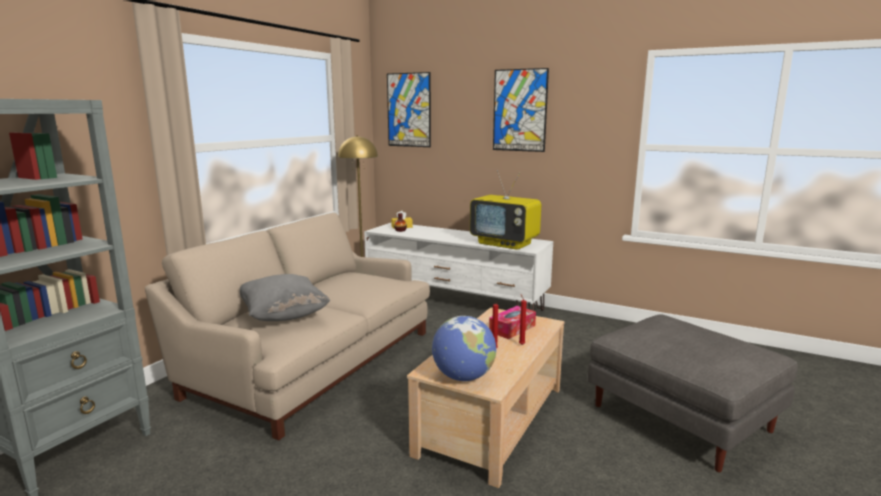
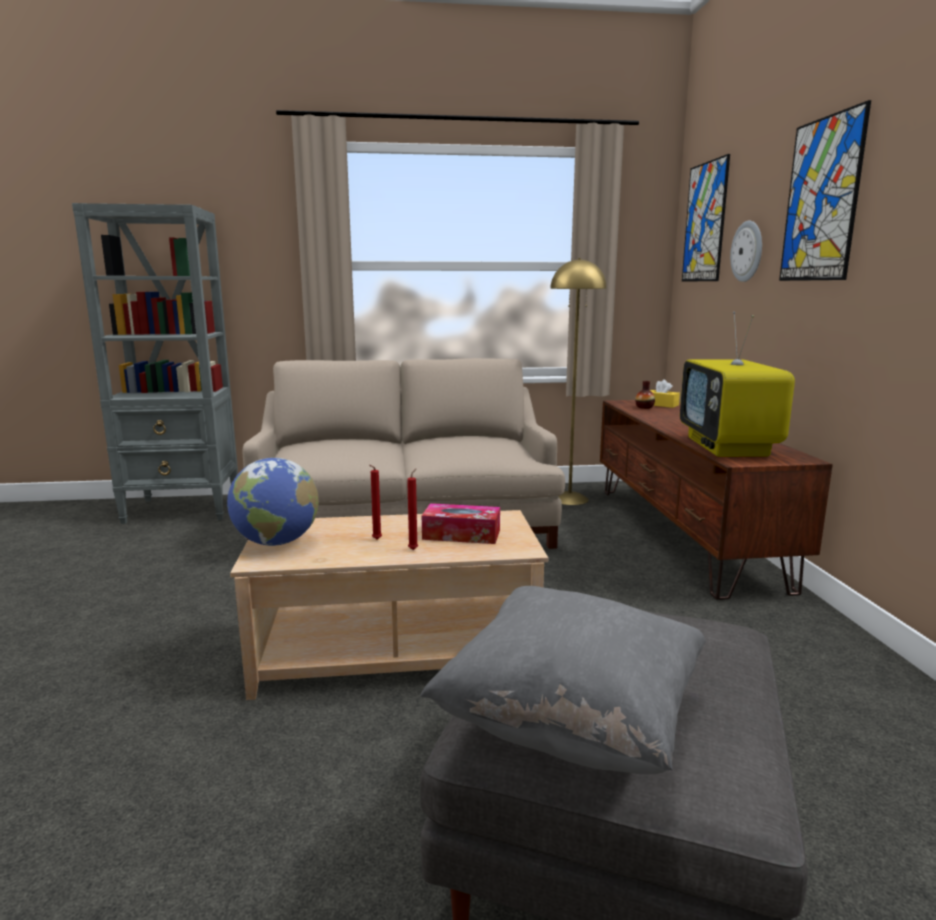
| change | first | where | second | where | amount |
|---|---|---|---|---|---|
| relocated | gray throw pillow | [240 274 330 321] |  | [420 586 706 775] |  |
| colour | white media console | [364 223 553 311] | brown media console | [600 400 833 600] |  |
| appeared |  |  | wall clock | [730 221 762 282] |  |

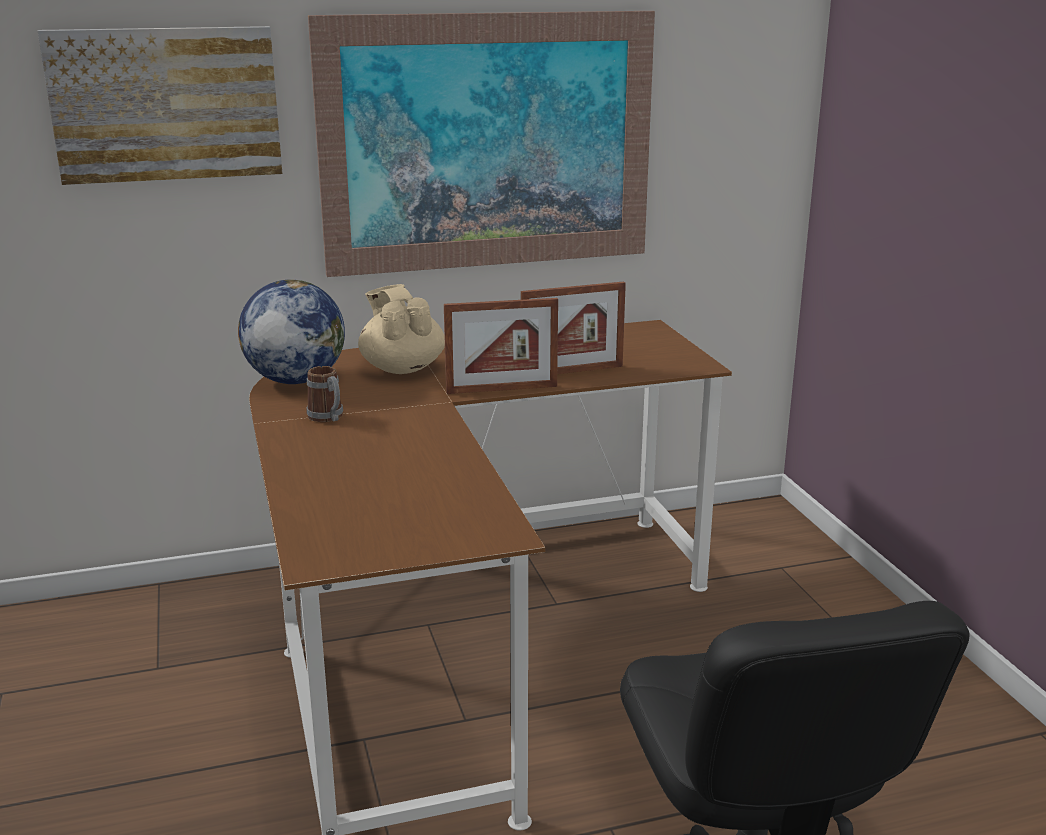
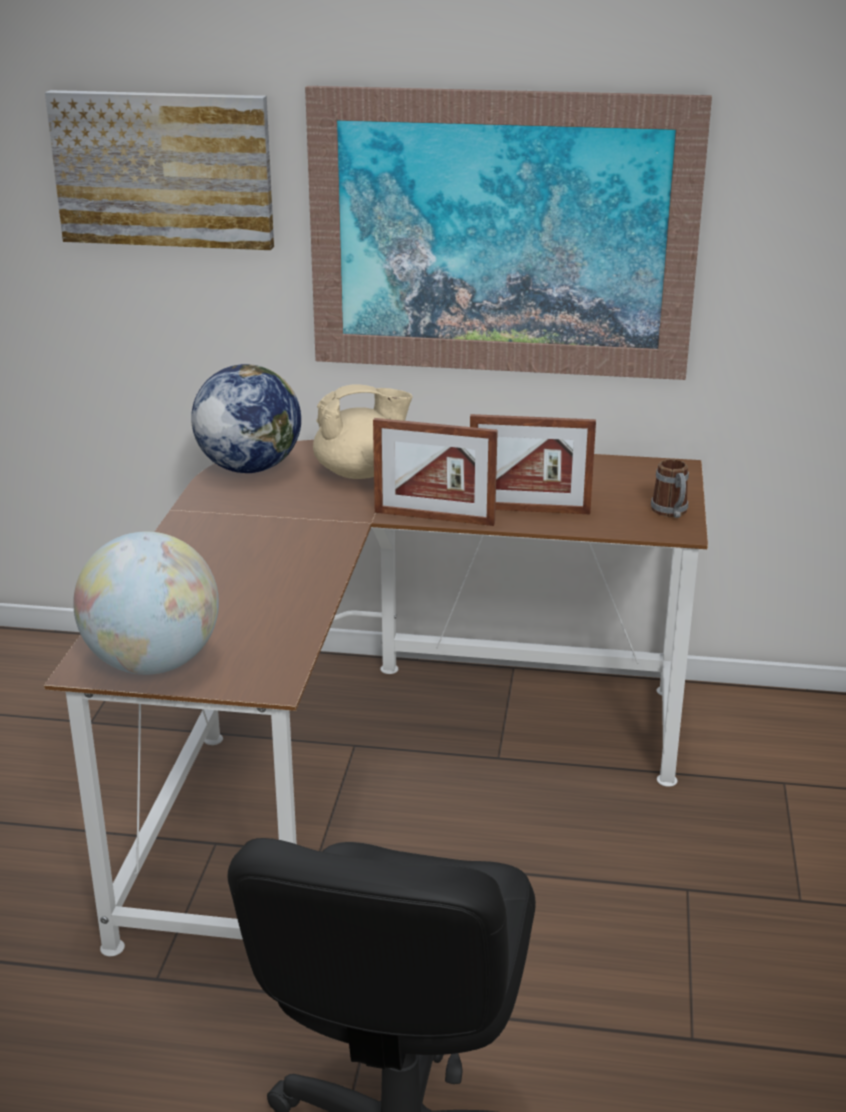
| change | first | where | second | where | amount |
|---|---|---|---|---|---|
| appeared |  |  | globe | [73 531 219 675] |  |
| spun | sand-coloured pot for tea | [358 284 445 374] |  | [313 384 413 479] | 75 degrees clockwise |
| relocated | mug | [307 366 343 422] |  | [651 459 689 518] |  |

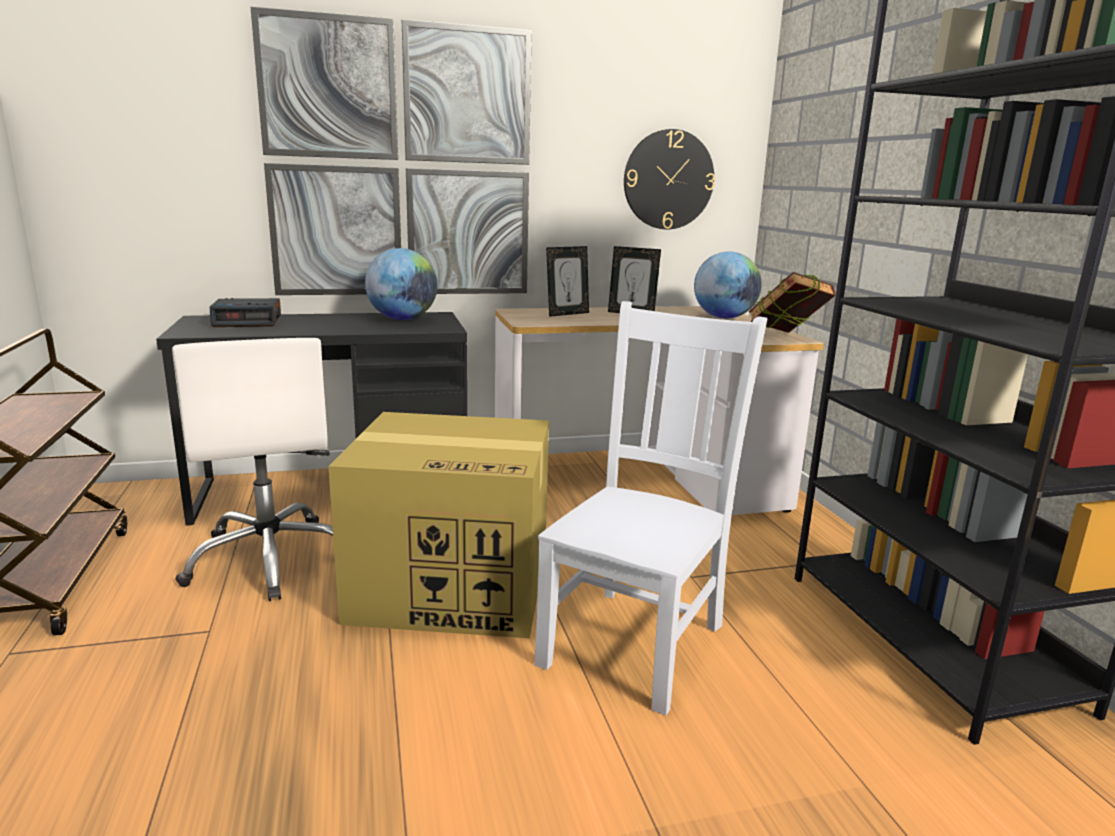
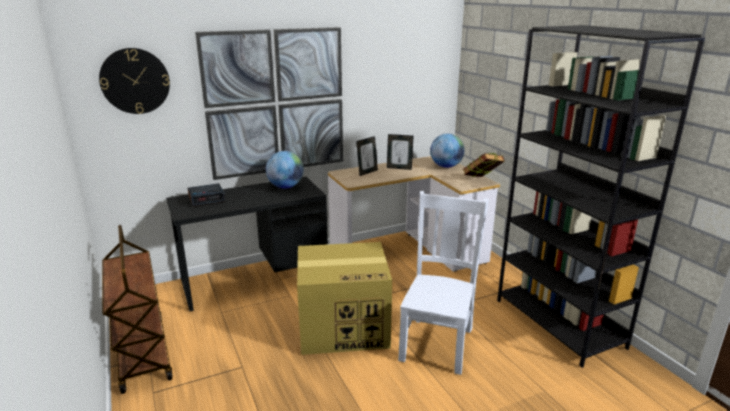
| change | first | where | second | where | amount |
|---|---|---|---|---|---|
| relocated | wall clock | [624 129 715 229] |  | [99 48 170 114] |  |
| missing | white office chair | [172 338 333 601] |  |  |  |

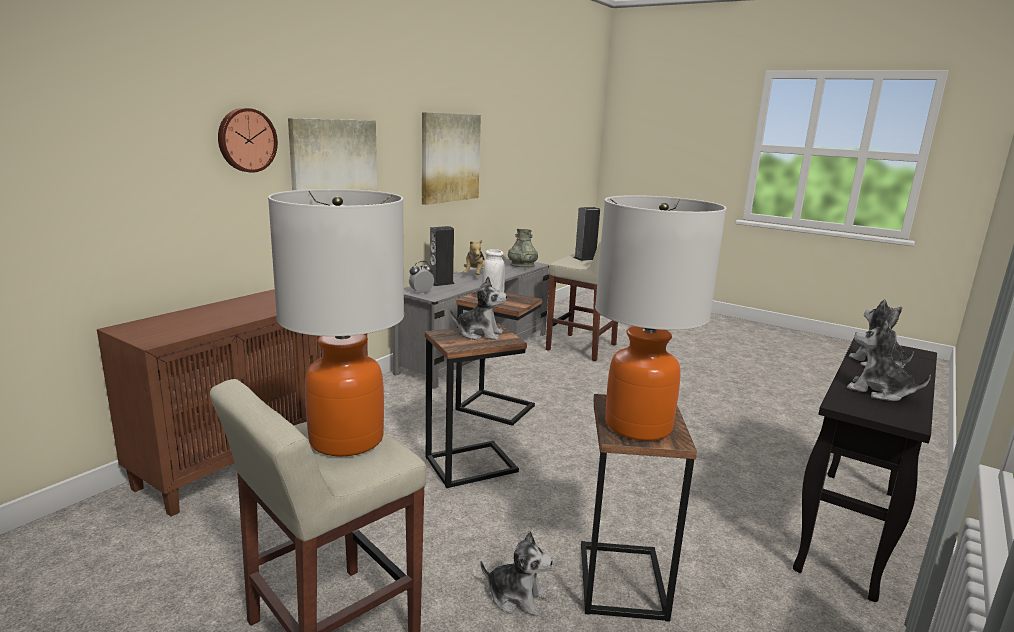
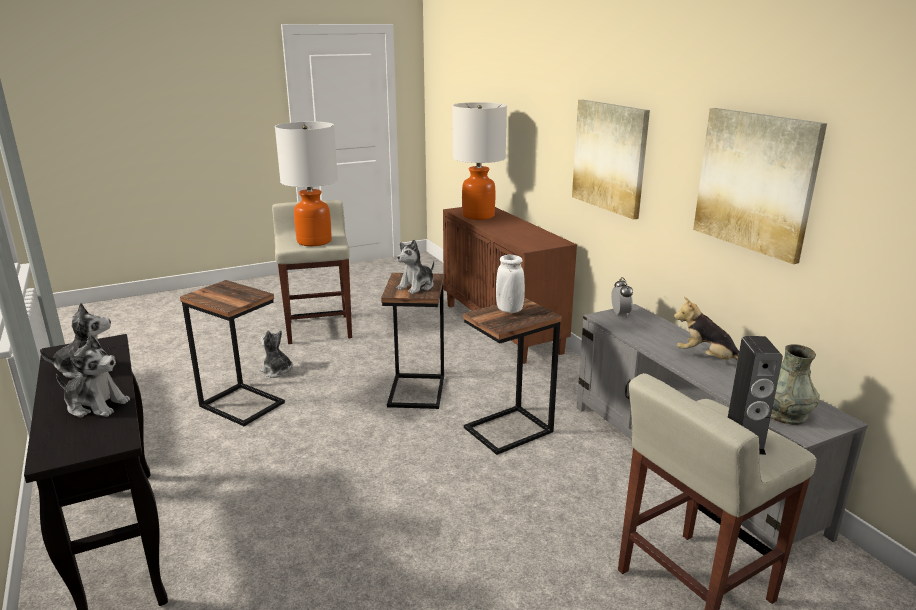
| change | first | where | second | where | amount |
|---|---|---|---|---|---|
| spun | plush toy | [480 531 553 616] |  | [259 330 293 378] | 75 degrees clockwise |
| relocated | lamp for a table | [595 195 726 441] |  | [452 102 507 220] |  |
| missing | wall clock | [218 108 278 173] |  |  |  |
| missing | loudspeaker | [430 226 455 286] |  |  |  |

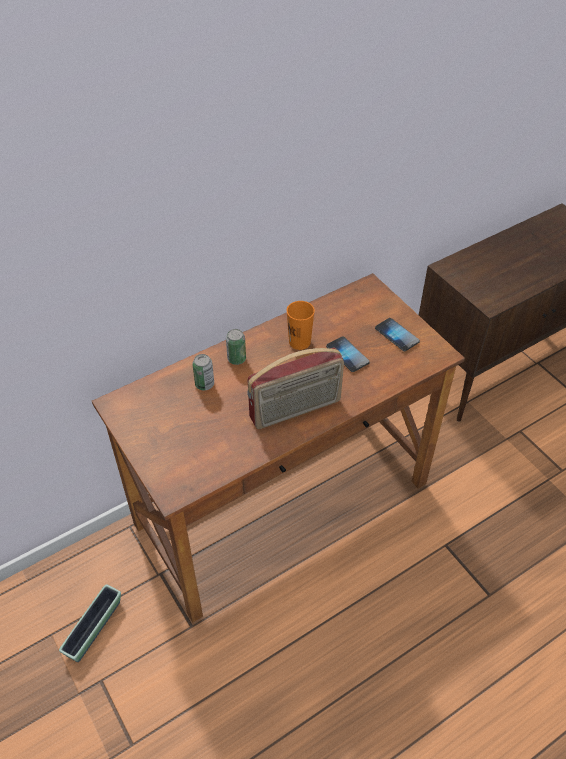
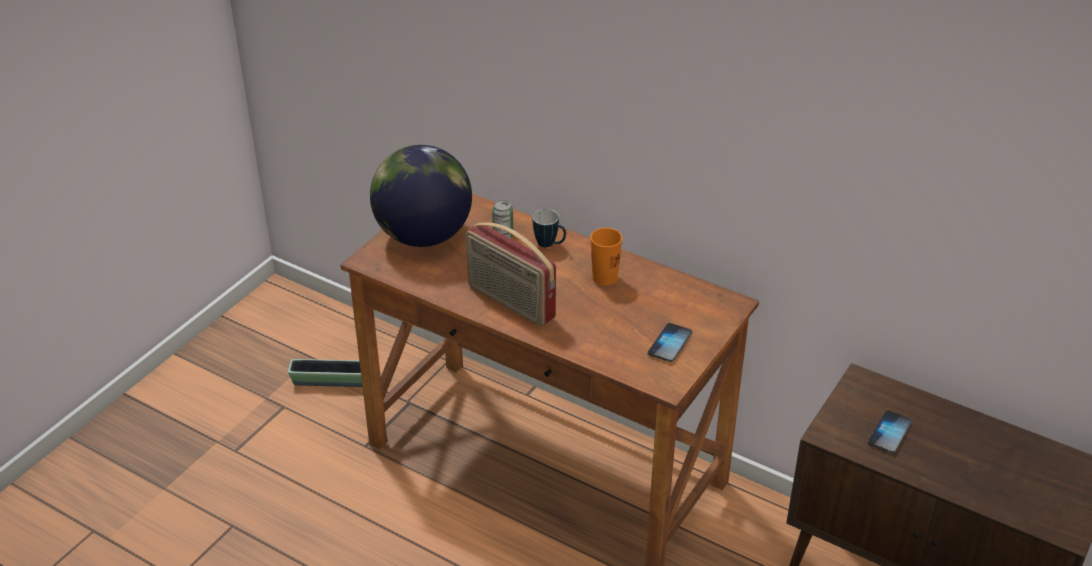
| change | first | where | second | where | amount |
|---|---|---|---|---|---|
| appeared |  |  | globe | [370 145 472 247] |  |
| exchanged | sealed can | [226 329 246 365] | mug | [532 209 566 248] |  |
| relocated | handset | [326 337 370 372] |  | [868 410 912 453] |  |

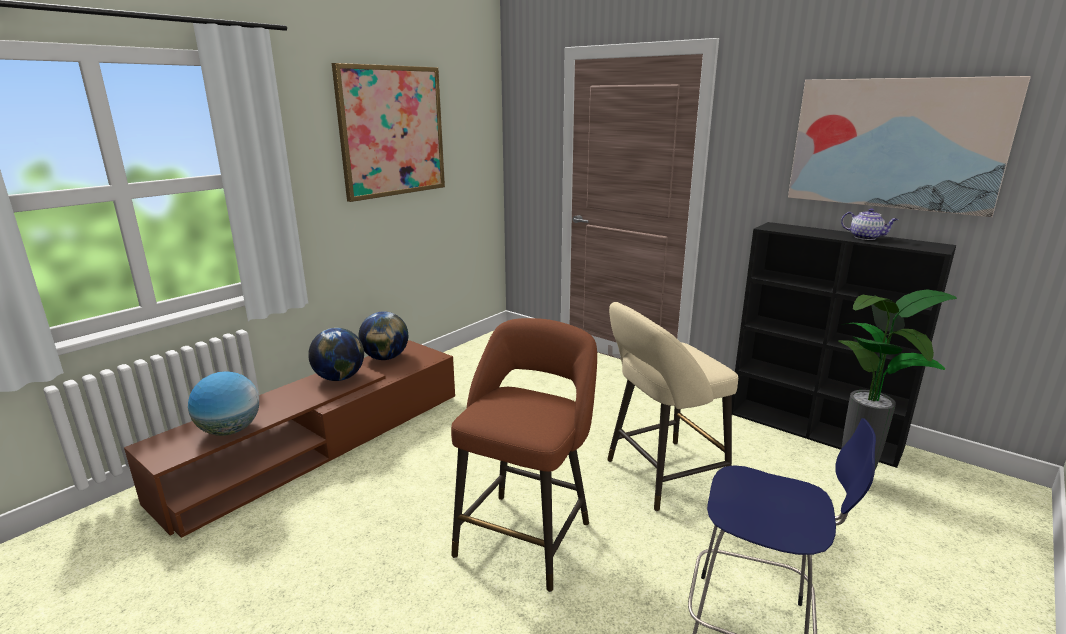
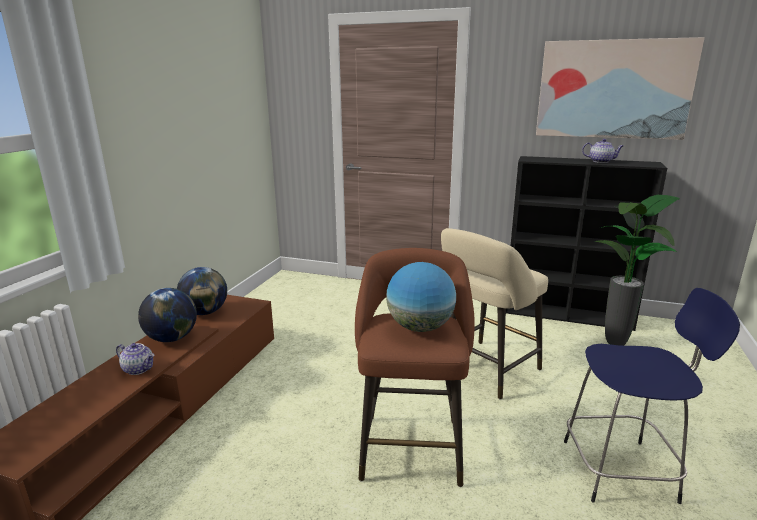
| change | first | where | second | where | amount |
|---|---|---|---|---|---|
| appeared |  |  | pot for tea | [116 343 155 375] |  |
| relocated | globe | [188 371 259 436] |  | [386 262 456 332] |  |
| missing | picture | [332 63 445 202] |  |  |  |

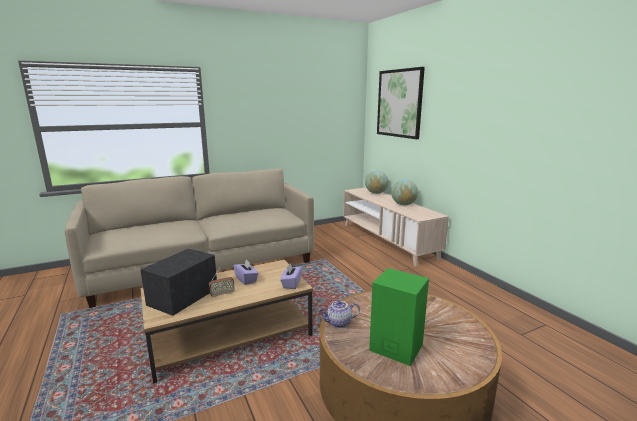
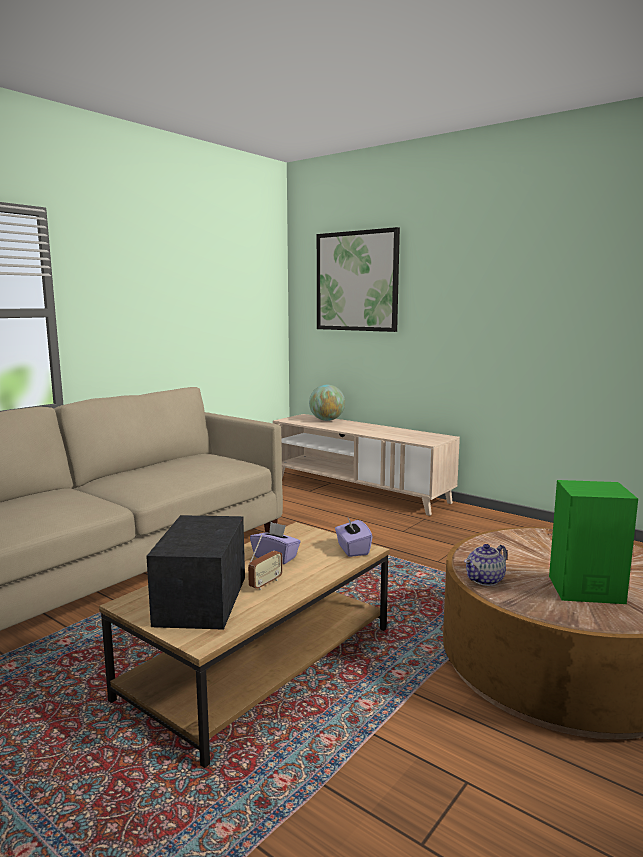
| change | first | where | second | where | amount |
|---|---|---|---|---|---|
| missing | globe | [391 179 418 205] |  |  |  |

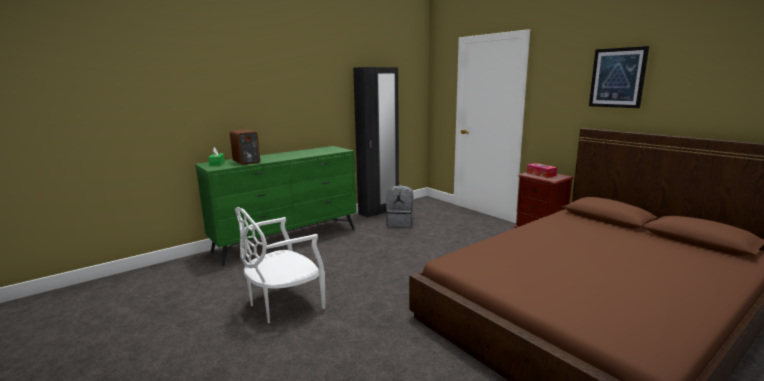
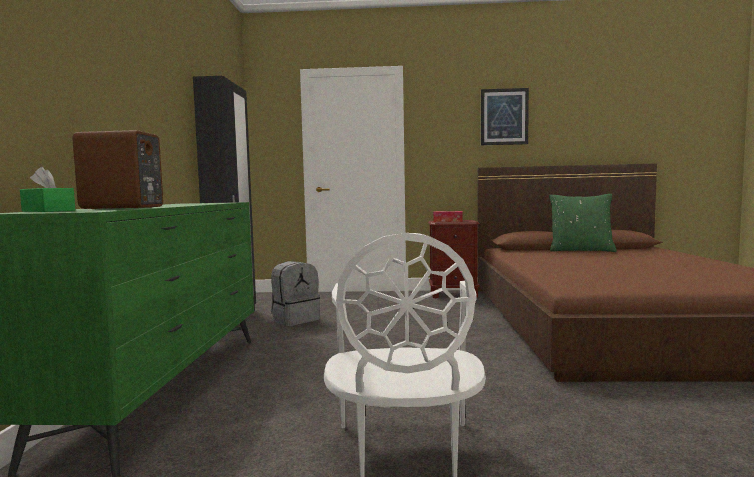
| change | first | where | second | where | amount |
|---|---|---|---|---|---|
| appeared |  |  | greenish throw pillow | [549 194 617 252] |  |

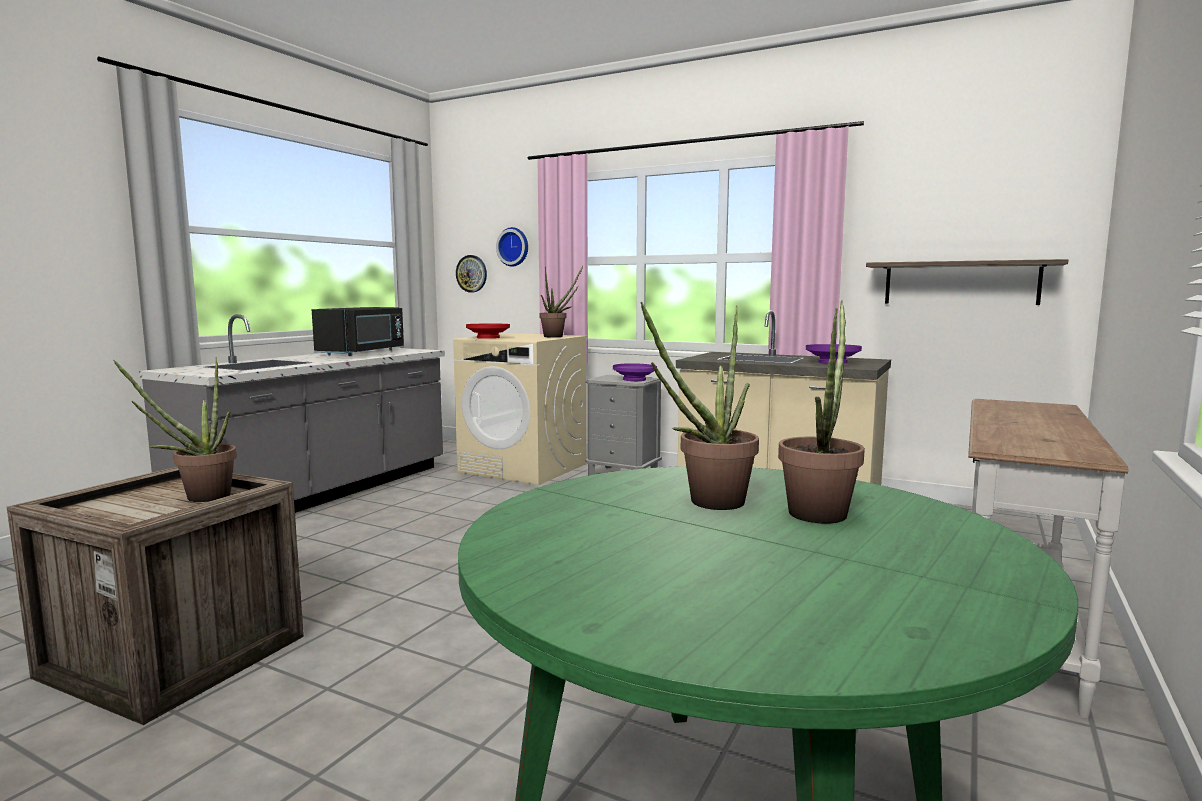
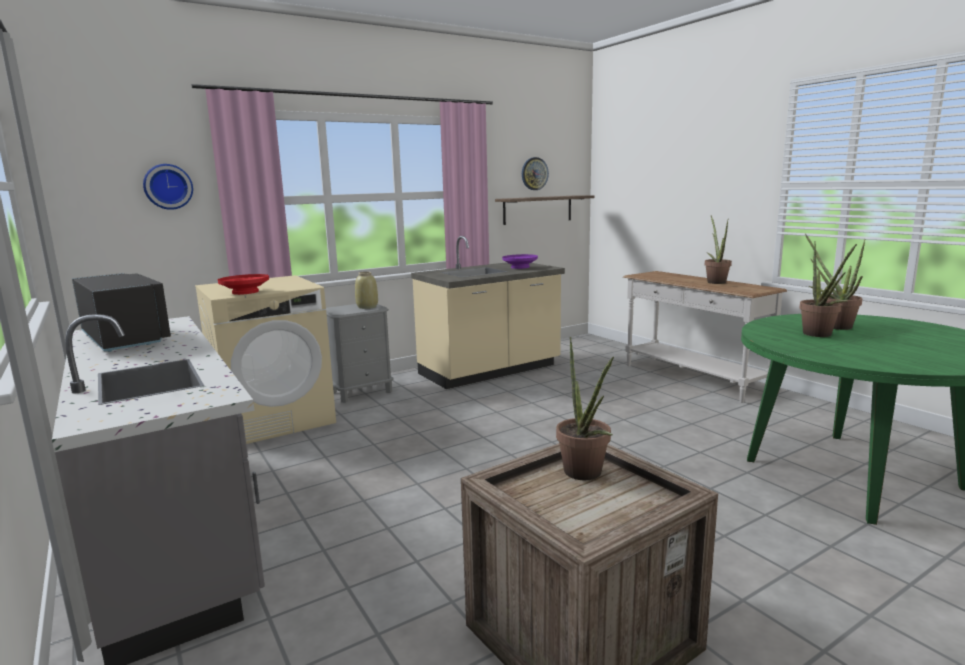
| change | first | where | second | where | amount |
|---|---|---|---|---|---|
| exchanged | purplish deep dish | [613 363 657 381] | sand-coloured flower vase | [355 272 378 309] |  |
| relocated | wall clock | [456 255 487 292] |  | [522 157 549 190] |  |
| relocated | potted plant | [539 266 583 337] |  | [705 216 732 284] |  |

